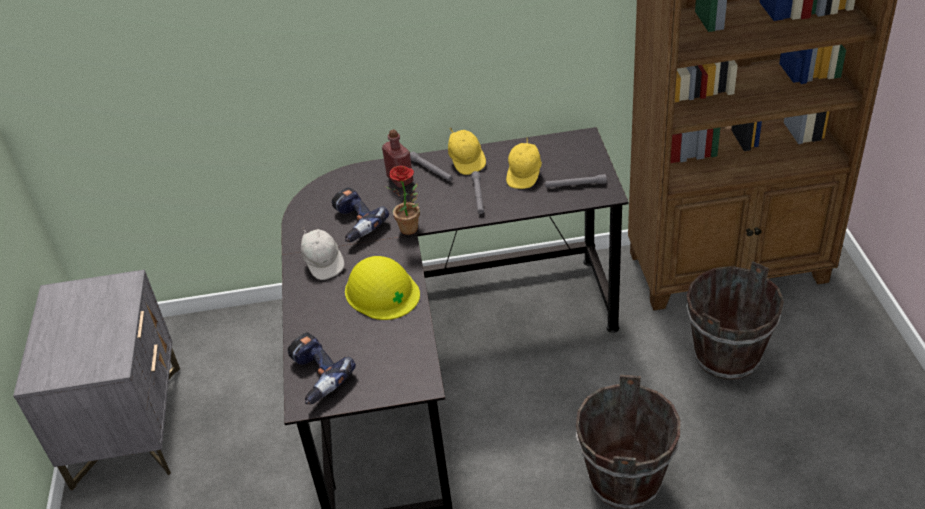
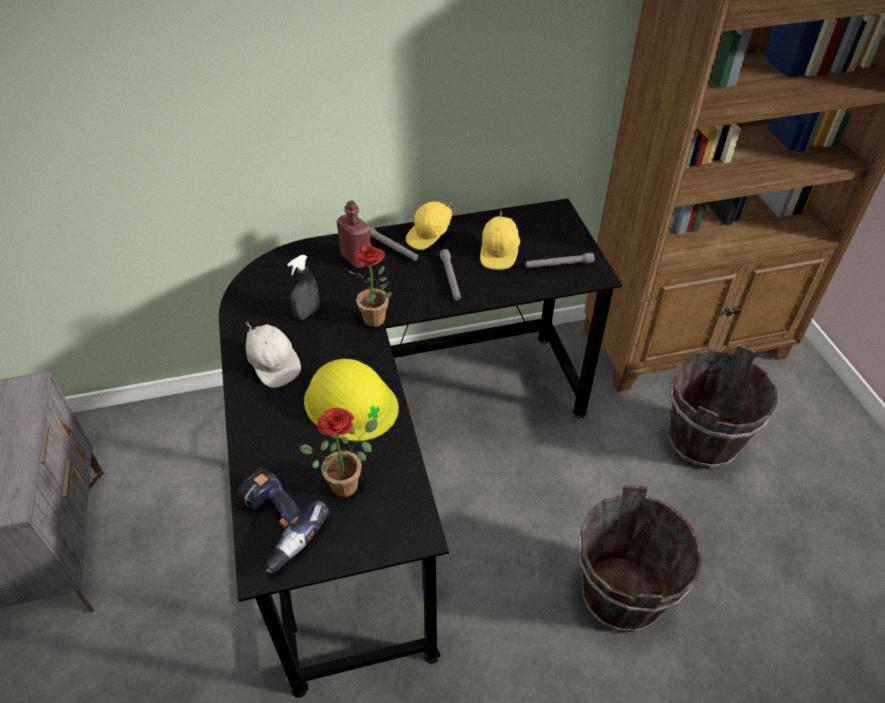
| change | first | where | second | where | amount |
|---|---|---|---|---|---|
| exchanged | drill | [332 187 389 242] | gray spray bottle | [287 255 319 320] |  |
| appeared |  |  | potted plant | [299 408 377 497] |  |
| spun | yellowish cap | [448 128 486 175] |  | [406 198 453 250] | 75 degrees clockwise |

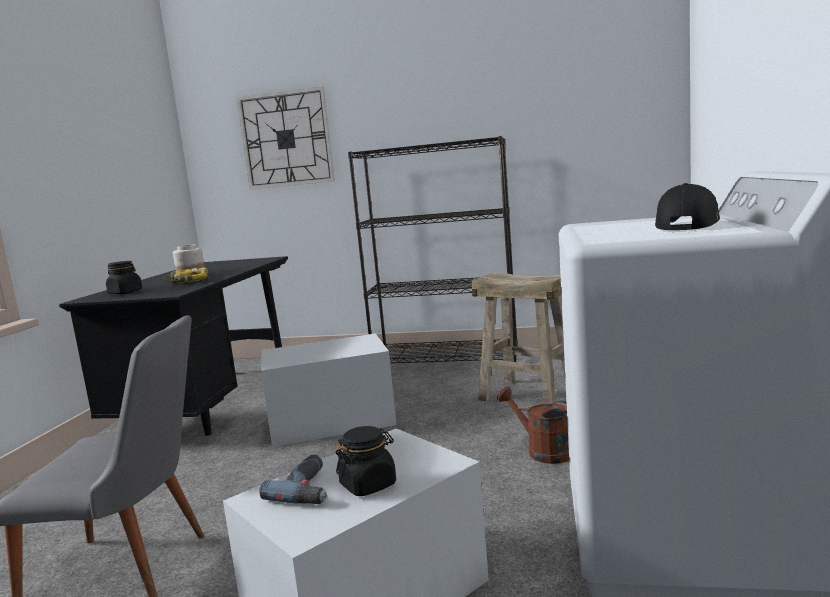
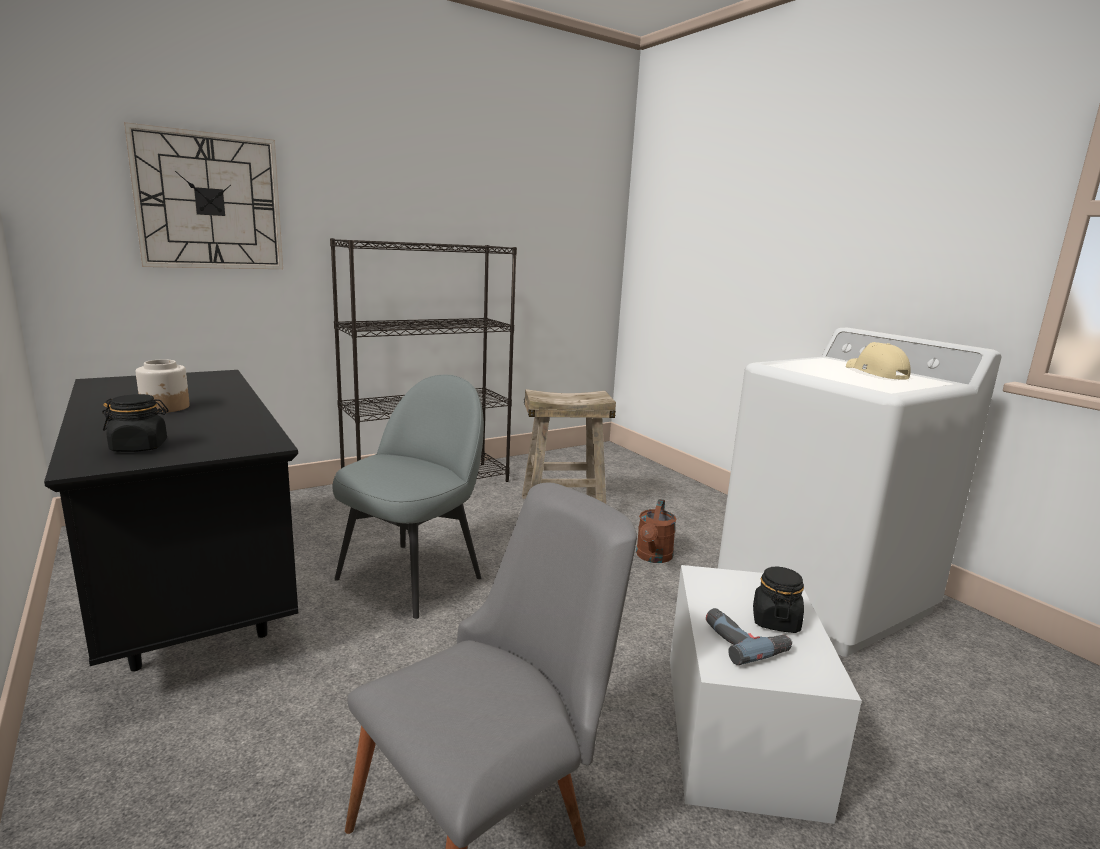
| change | first | where | second | where | amount |
|---|---|---|---|---|---|
| exchanged | white storage container | [261 333 397 447] | gray chair | [332 375 484 619] |  |
| spun | brown sprinkling can | [497 387 569 464] |  | [636 499 677 563] | 75 degrees counterclockwise |
| colour | blackish cap | [655 183 720 230] | sand-coloured cap | [846 342 911 379] |  |
| missing | drill | [164 267 208 284] |  |  |  |

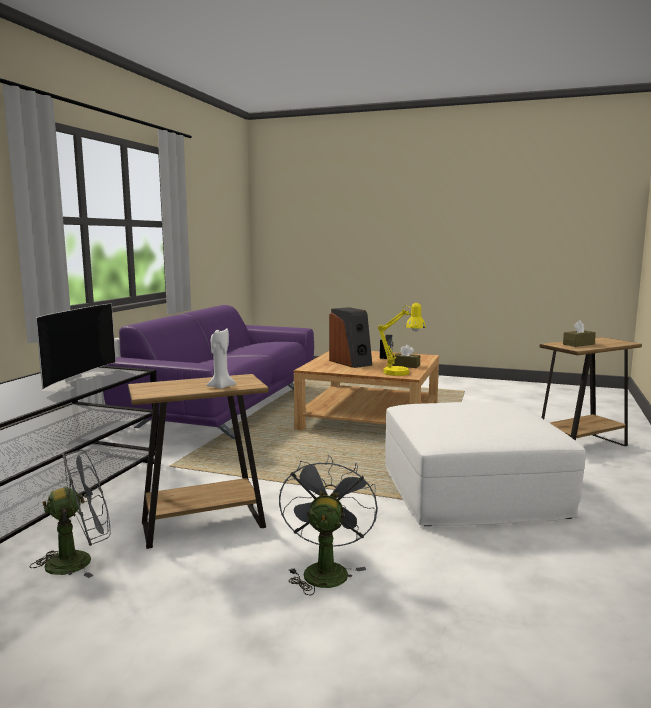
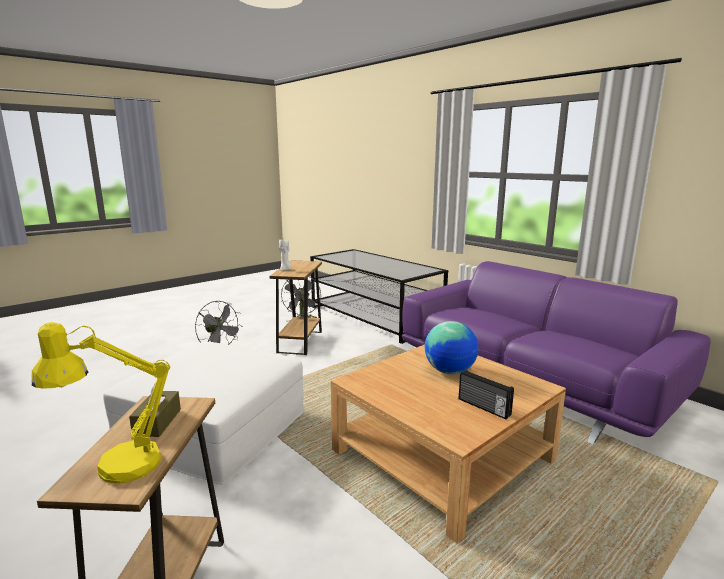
| change | first | where | second | where | amount |
|---|---|---|---|---|---|
| relocated | yellowish lamp for a table | [378 303 426 376] |  | [31 322 170 483] |  |
| exchanged | loudspeaker | [329 307 372 368] | globe | [425 321 478 374] |  |
| missing | TV set | [36 303 116 392] |  |  |  |
| missing | brown box of tissues | [392 345 420 368] |  |  |  |

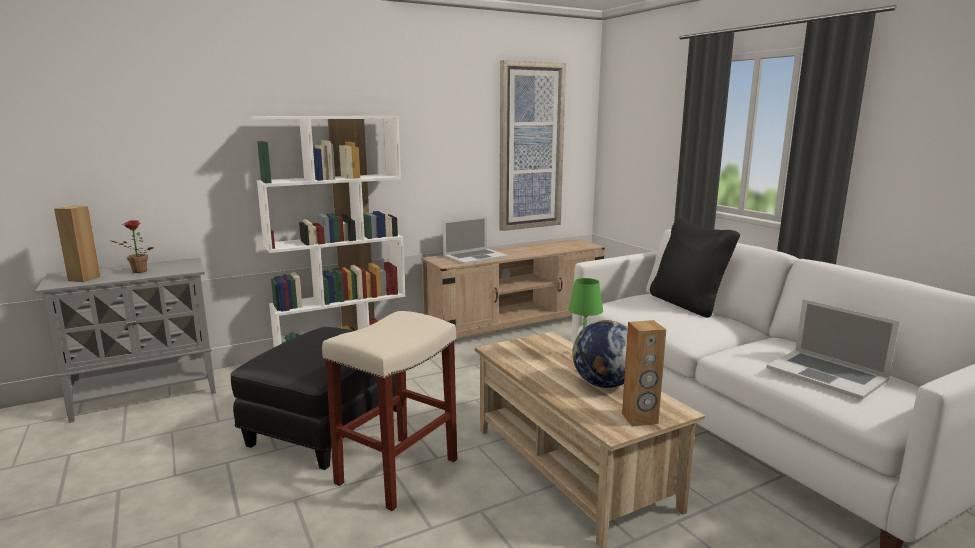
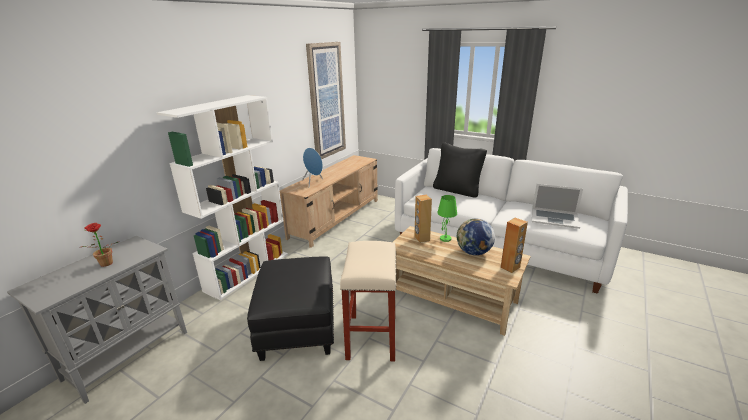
| change | first | where | second | where | amount |
|---|---|---|---|---|---|
| exchanged | notebook computer | [443 216 508 265] | blue-coloured loudspeaker | [302 148 323 187] |  |
| relocated | brown loudspeaker | [54 205 100 282] |  | [414 195 432 243] |  |

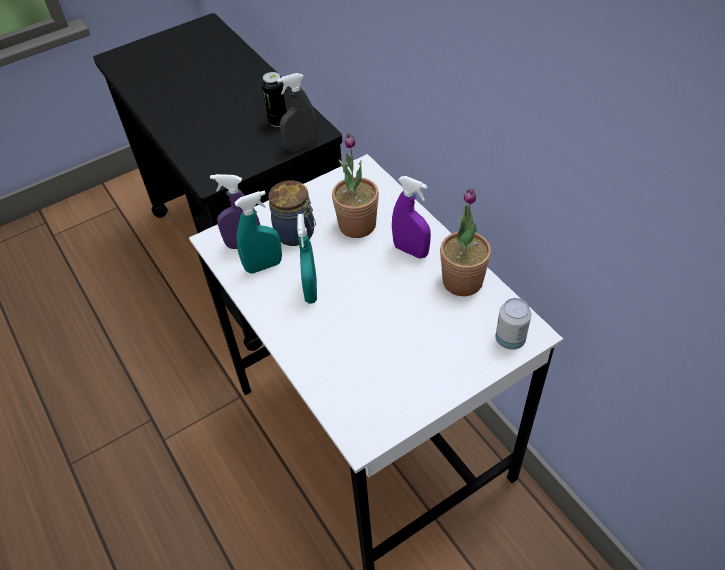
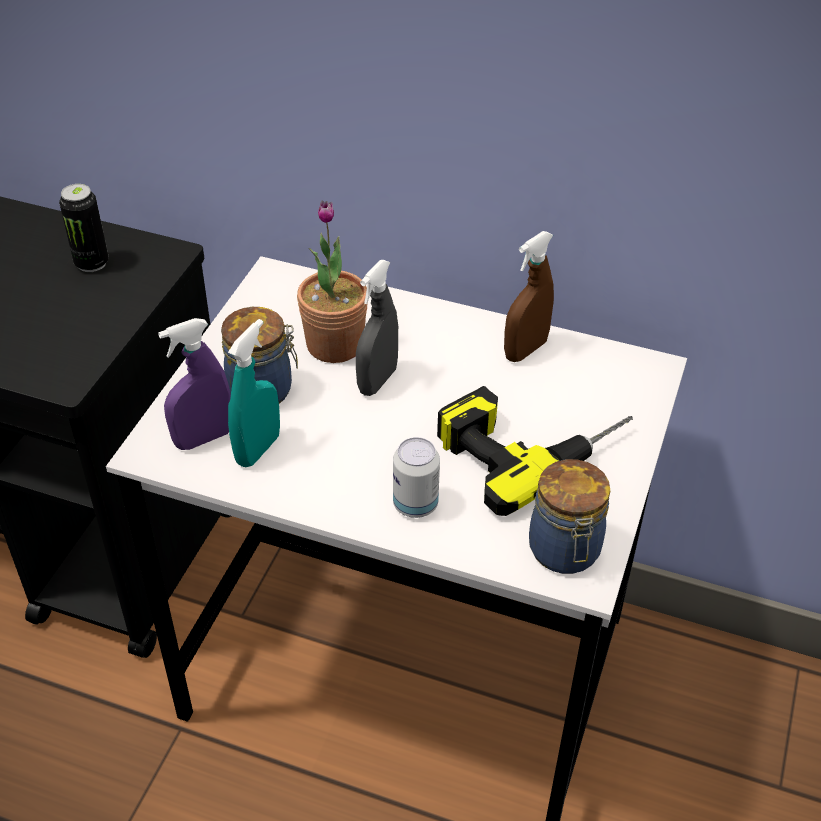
| change | first | where | second | where | amount |
|---|---|---|---|---|---|
| relocated | gray spray bottle | [277 73 317 151] |  | [356 260 398 396] |  |
| relocated | sealed can | [496 298 531 350] |  | [393 437 440 518] |  |
| appeared |  |  | drill | [437 386 633 516] |  |
| exchanged | potted plant | [440 188 491 296] | brown spray bottle | [504 231 554 362] |  |
| appeared |  |  | preserve jar | [529 459 610 574] |  |
| missing | turquoise-coloured spray bottle | [297 214 317 304] |  |  |  |
| missing | purplish spray bottle | [392 176 431 259] |  |  |  |

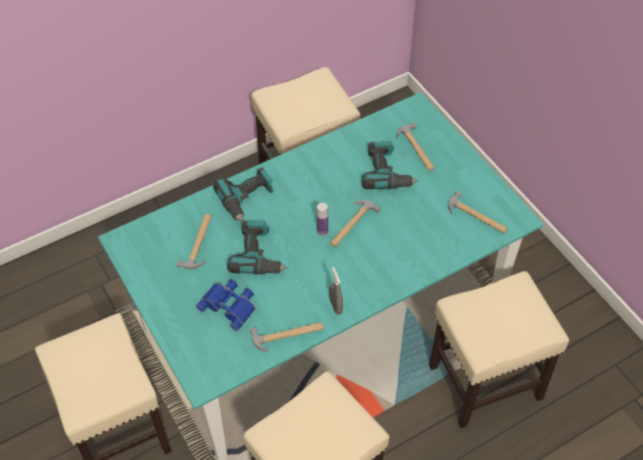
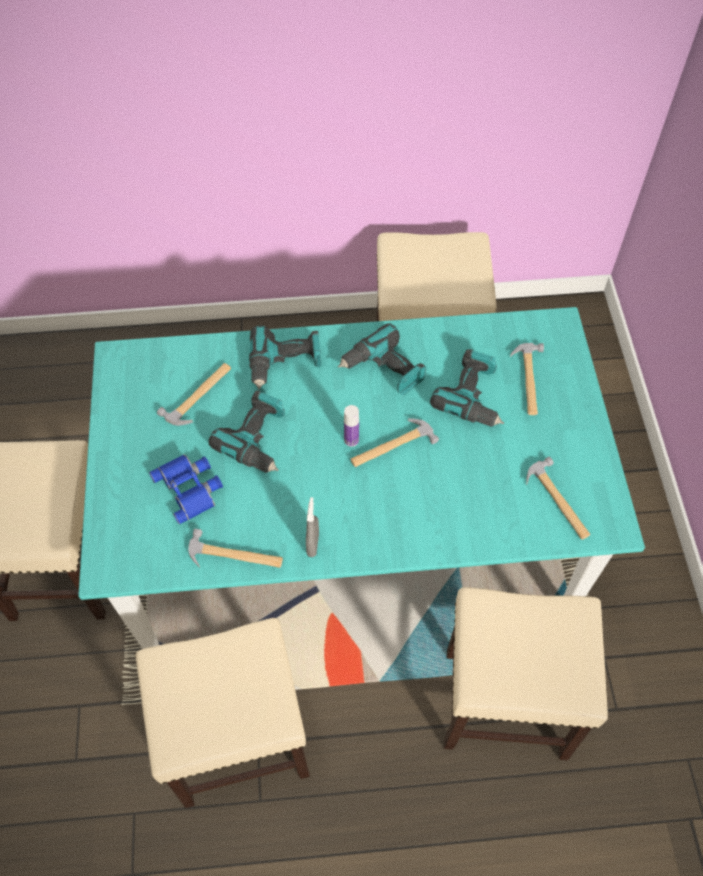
| change | first | where | second | where | amount |
|---|---|---|---|---|---|
| appeared |  |  | drill | [338 323 426 395] |  |

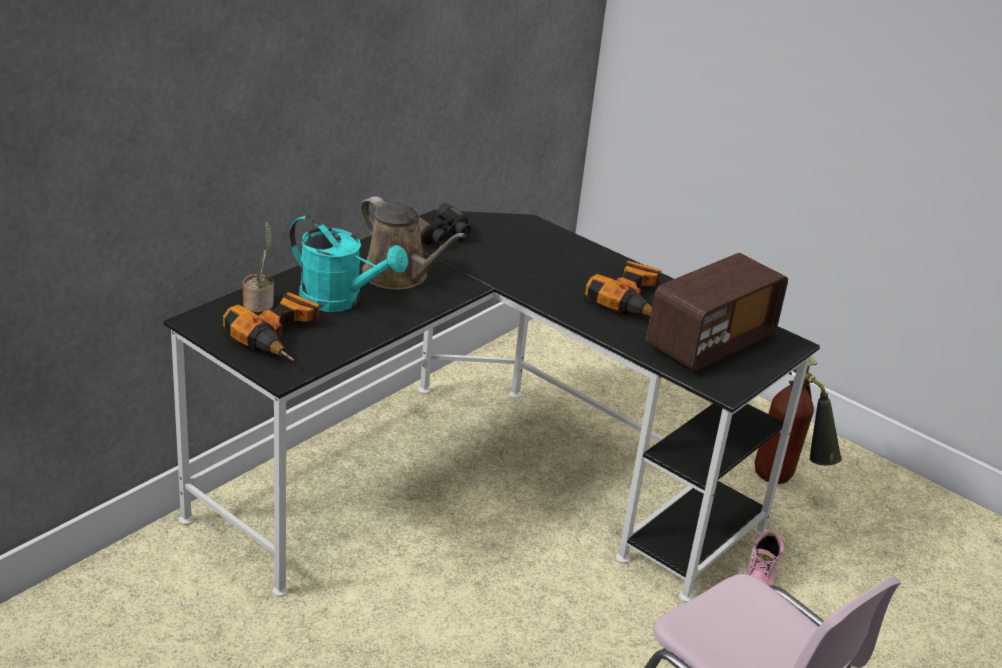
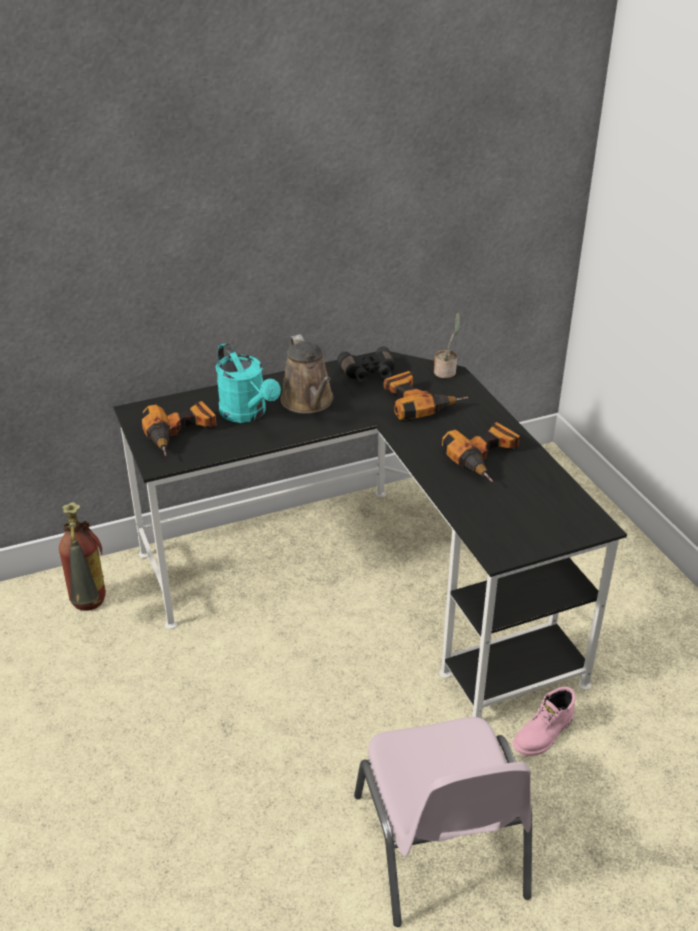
| change | first | where | second | where | amount |
|---|---|---|---|---|---|
| relocated | fire-fighting cylinder | [755 356 842 484] |  | [59 502 106 611] |  |
| appeared |  |  | drill | [384 371 469 420] |  |
| relocated | potted plant | [242 222 274 312] |  | [434 313 460 378] |  |
| missing | radio receiver | [647 253 788 371] |  |  |  |

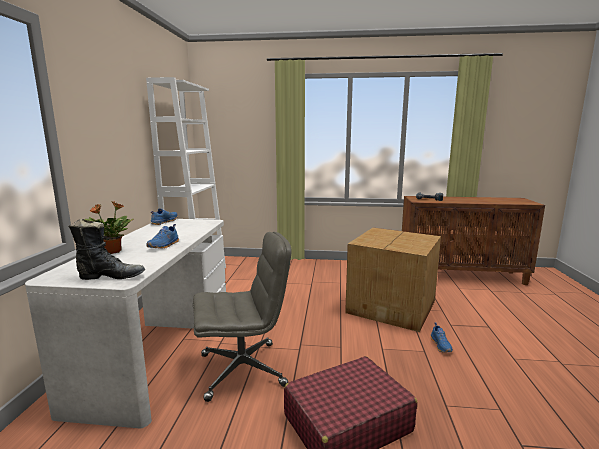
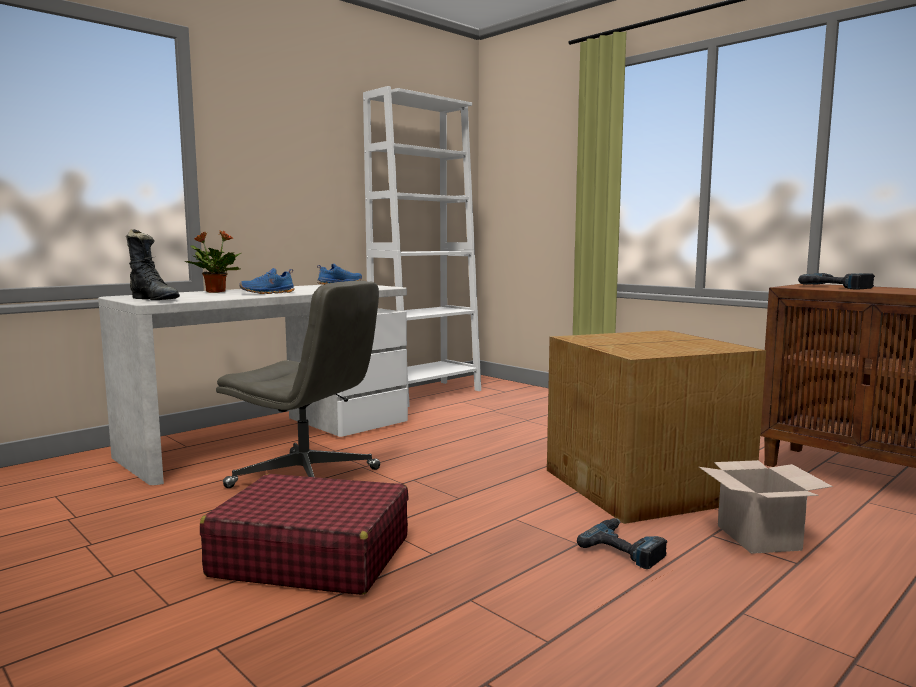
| change | first | where | second | where | amount |
|---|---|---|---|---|---|
| exchanged | blue-coloured shoe | [430 323 453 353] | drill | [577 518 667 569] |  |
| appeared |  |  | packing box | [699 460 833 554] |  |

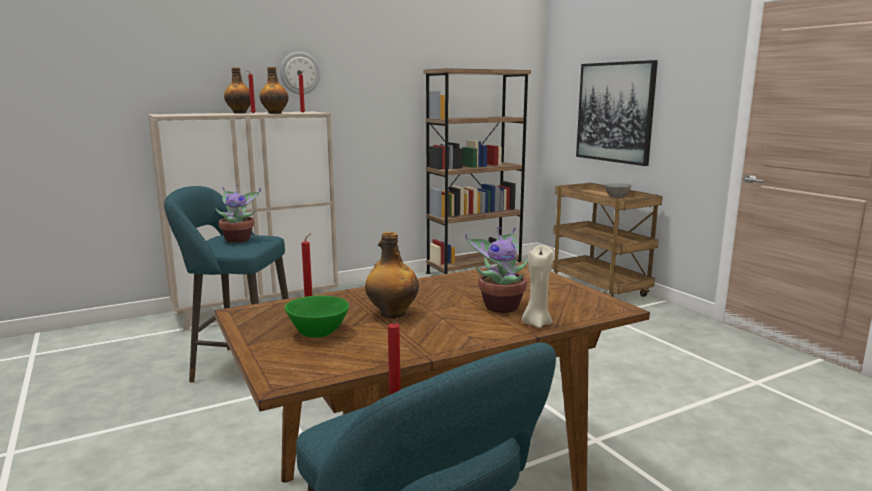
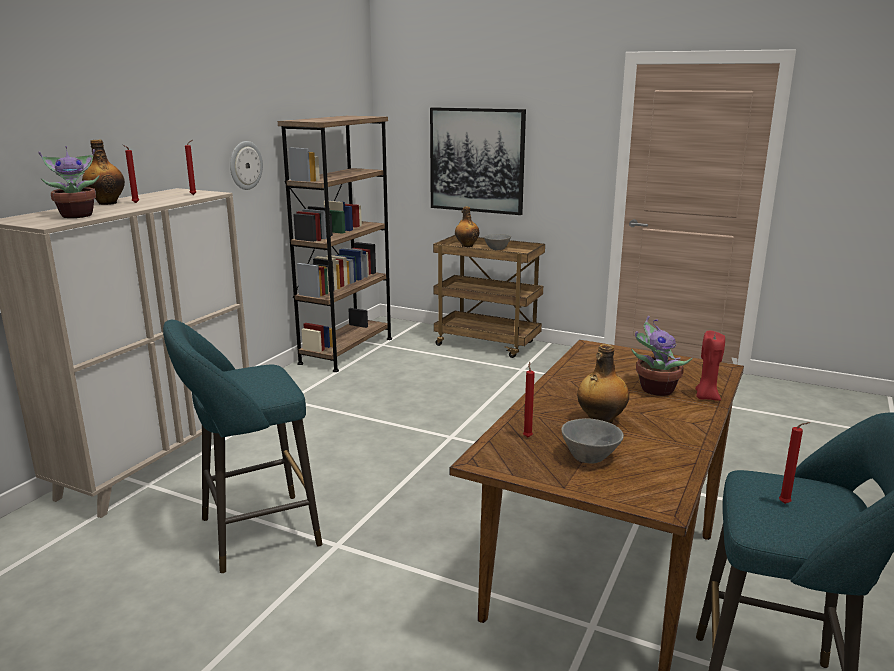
| change | first | where | second | where | amount |
|---|---|---|---|---|---|
| relocated | potted plant | [215 184 261 243] |  | [38 146 100 218] |  |
| relocated | wall clock | [280 52 321 94] |  | [230 141 263 190] |  |
| relocated | bottle | [259 67 288 114] |  | [455 207 479 247] |  |
| colour | greenish deep dish | [285 296 349 338] | gray deep dish | [561 418 624 464] |  |
| colour | sand-coloured wax light | [522 245 553 328] | red-coloured wax light | [695 331 725 401] |  |

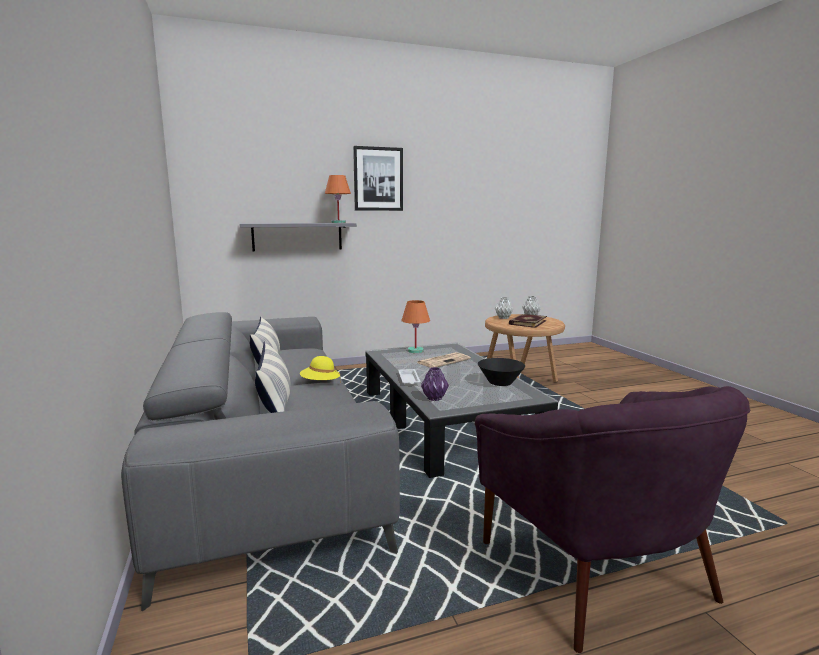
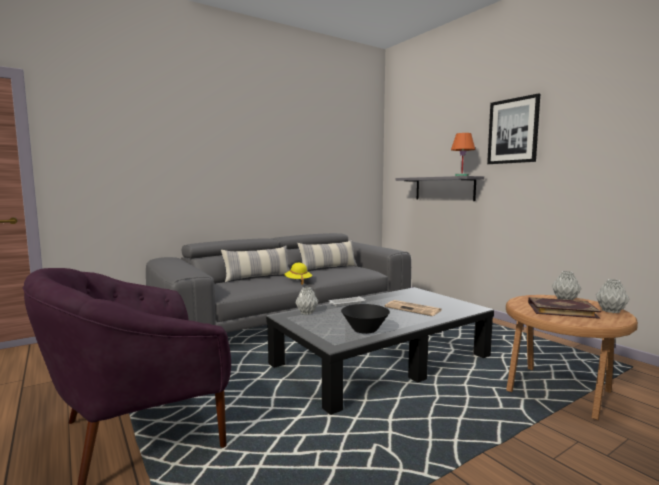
| change | first | where | second | where | amount |
|---|---|---|---|---|---|
| colour | purplish flower vase | [421 367 449 401] | gray flower vase | [296 287 319 315] |  |
| missing | orange lamp for a table | [401 300 430 353] |  |  |  |

